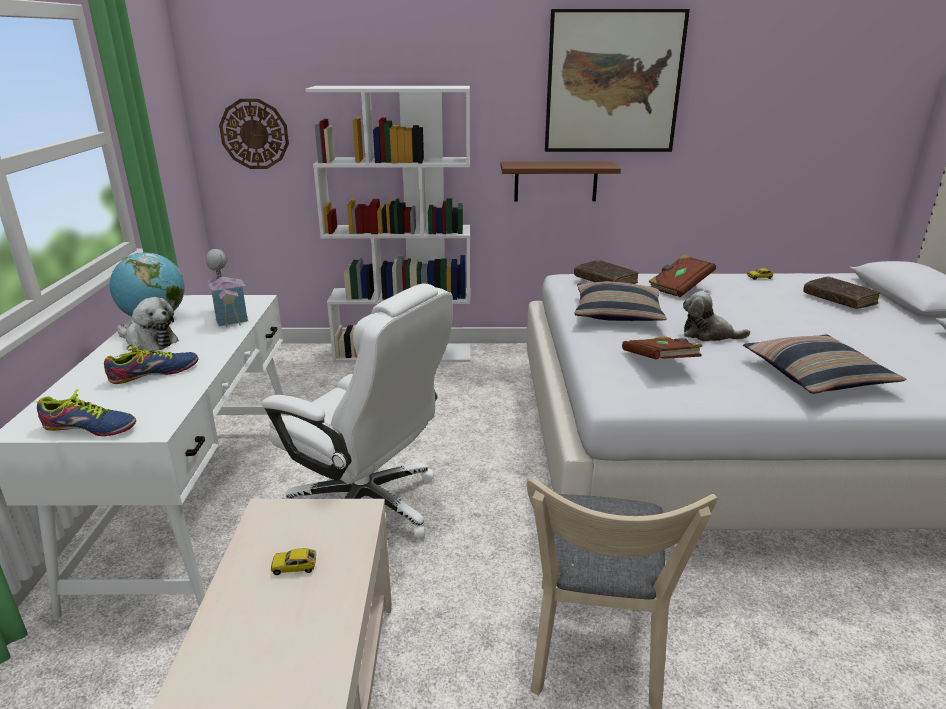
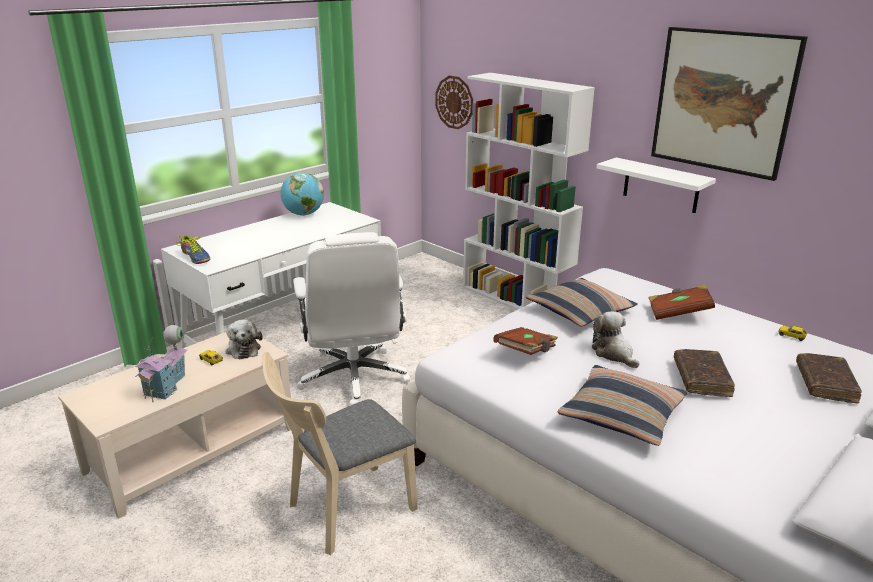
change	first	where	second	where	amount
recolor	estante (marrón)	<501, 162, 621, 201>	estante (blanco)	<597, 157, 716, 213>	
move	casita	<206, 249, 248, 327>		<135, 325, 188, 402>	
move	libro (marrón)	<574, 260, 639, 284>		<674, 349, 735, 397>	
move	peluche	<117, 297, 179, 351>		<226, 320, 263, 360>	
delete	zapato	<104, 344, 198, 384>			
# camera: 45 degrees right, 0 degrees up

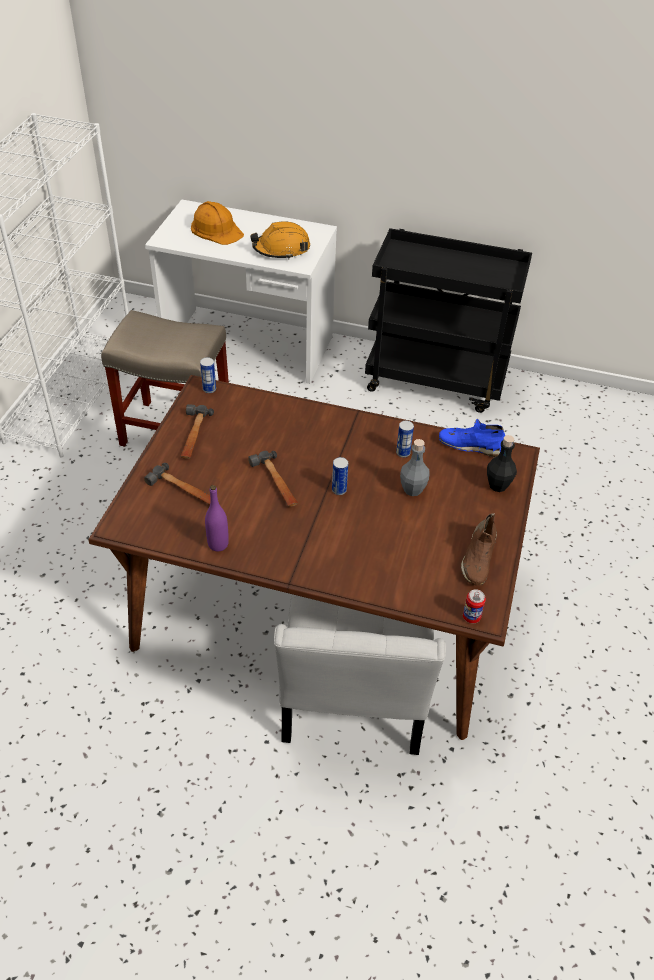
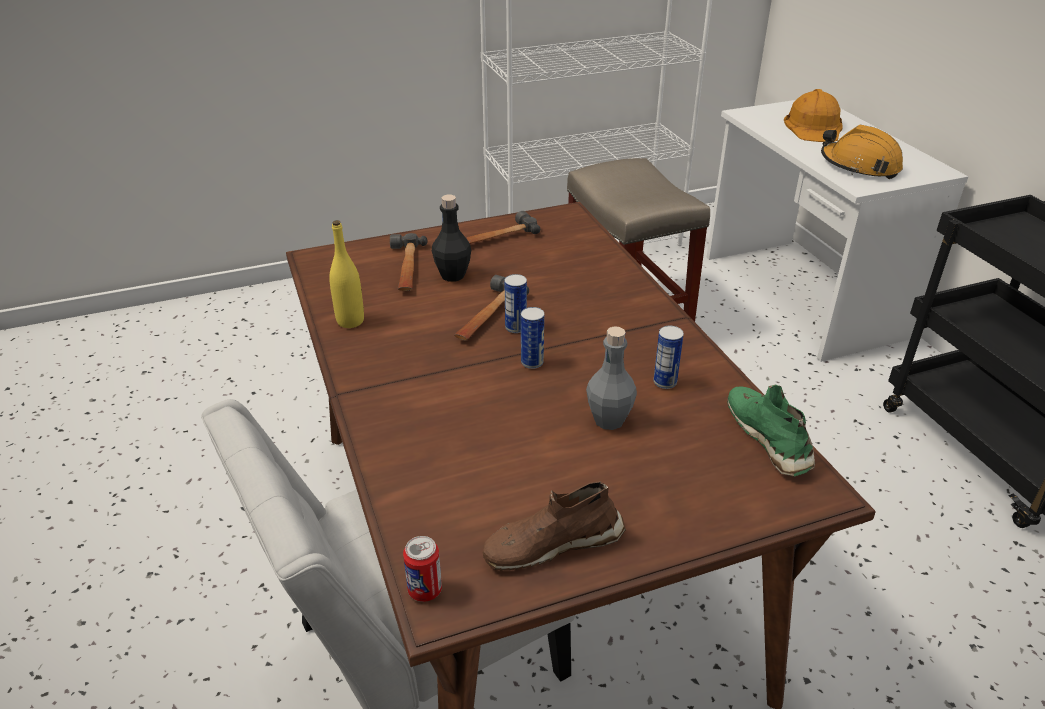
change	first	where	second	where	amount
move	lata	<200, 357, 216, 393>		<504, 274, 527, 333>	
recolor	zapato (azul)	<439, 419, 505, 458>	zapato (verde)	<727, 384, 815, 477>	
move	botella (negro)	<487, 435, 517, 492>		<432, 195, 471, 282>	
recolor	botella (morado)	<205, 485, 229, 551>	botella (amarillo)	<329, 220, 364, 328>	
# camera: 55 degrees right, 10 degrees down

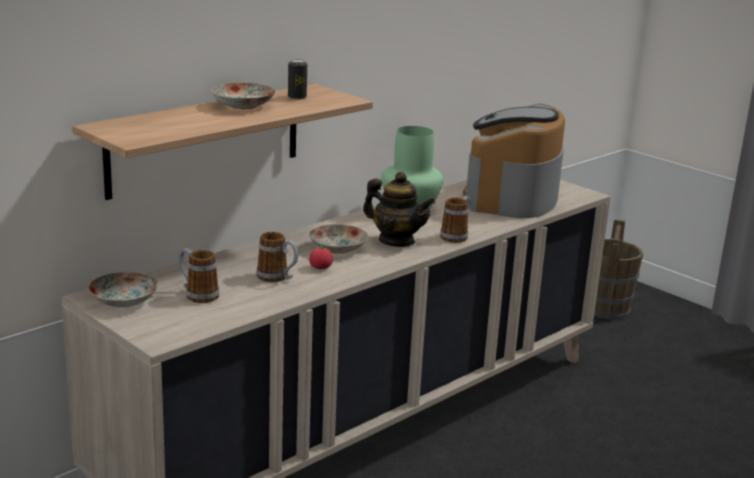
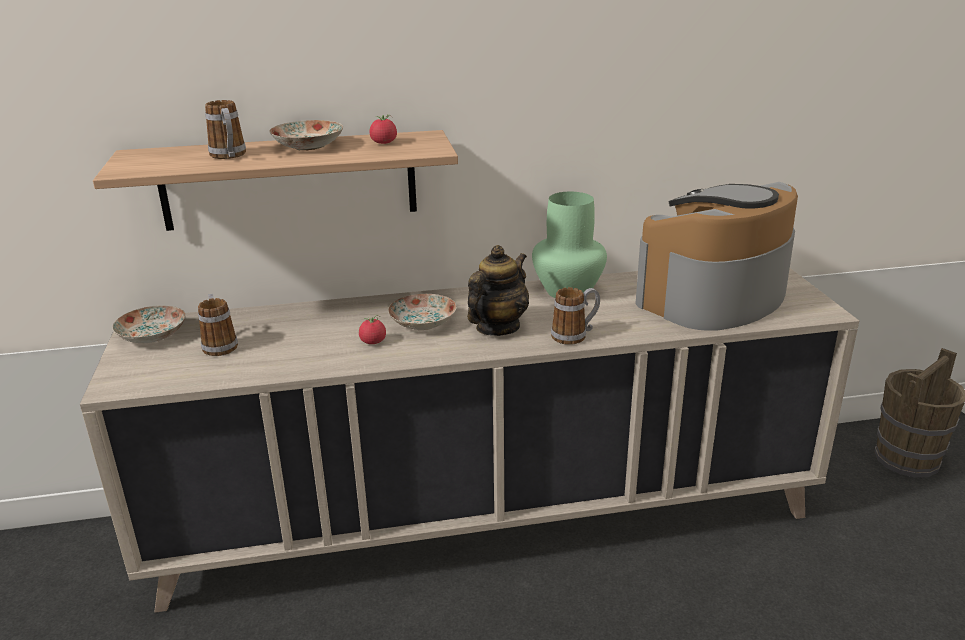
change	first	where	second	where	amount
replace	lata	<288, 59, 307, 100>	tomate	<369, 115, 397, 144>	
rotate	tetera	<363, 172, 435, 247>		<467, 245, 529, 336>	120 degrees counterclockwise
move	taza grande	<257, 232, 298, 282>		<205, 100, 246, 159>	
# camera: 35 degrees right, 5 degrees up

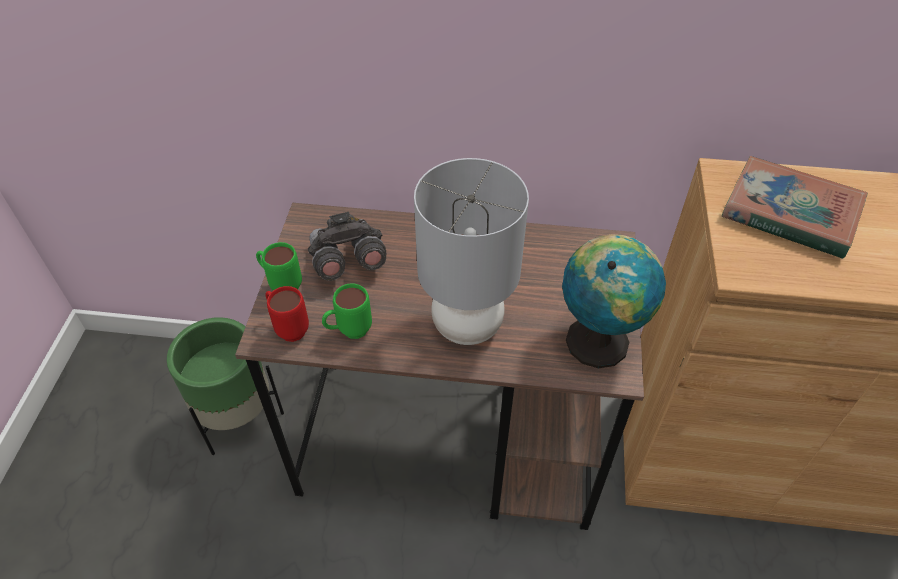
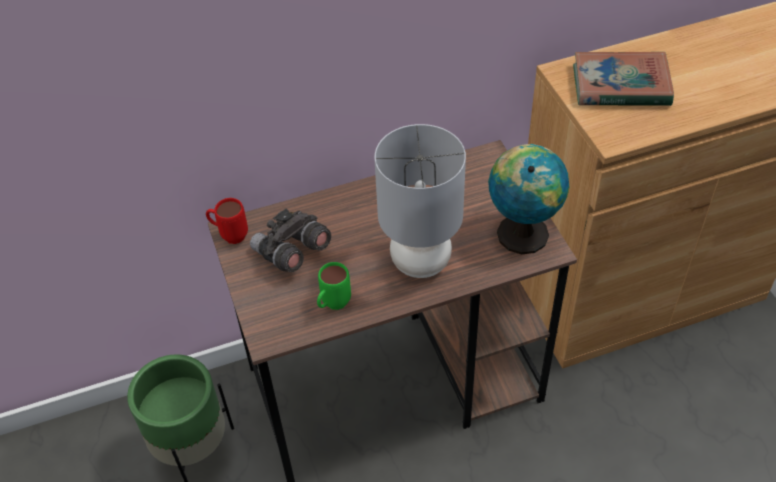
change	first	where	second	where	amount
delete	taza grande (verde)	<256, 242, 302, 290>			
move	taza grande (rojo)	<265, 286, 309, 342>		<206, 198, 248, 244>	
# camera: 25 degrees left, 0 degrees up

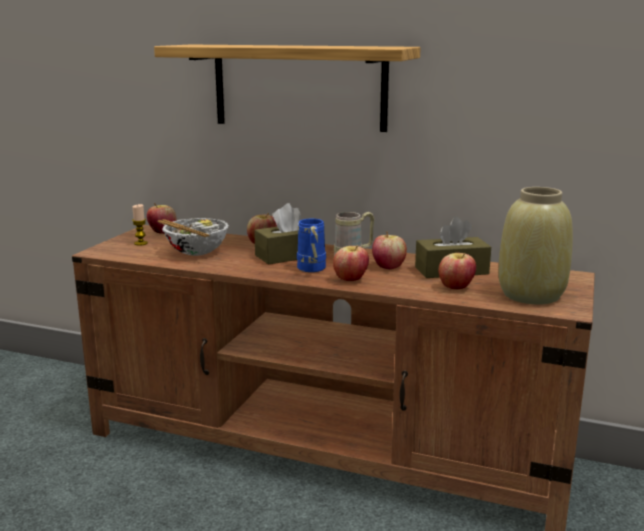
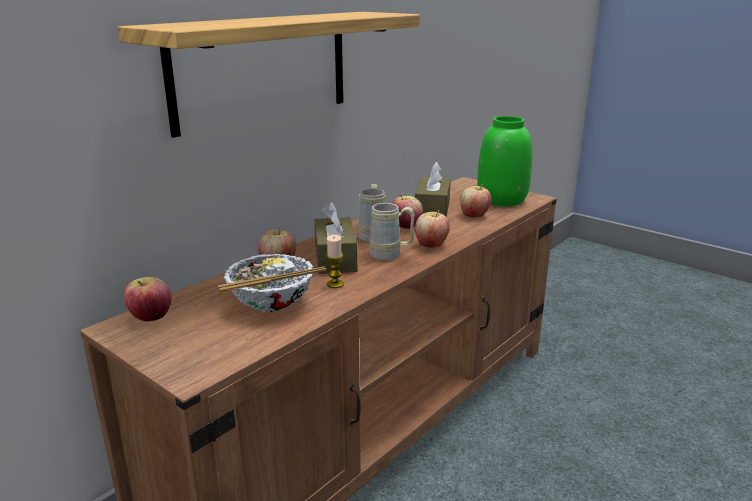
change	first	where	second	where	amount
recolor	florero (beis)	<498, 187, 573, 305>	florero (verde)	<477, 116, 532, 206>	
move	vela	<132, 204, 148, 246>		<326, 235, 344, 288>	
recolor	taza grande (azul)	<297, 219, 326, 272>	taza grande (beis)	<369, 203, 415, 261>	
# camera: 70 degrees left, 5 degrees up

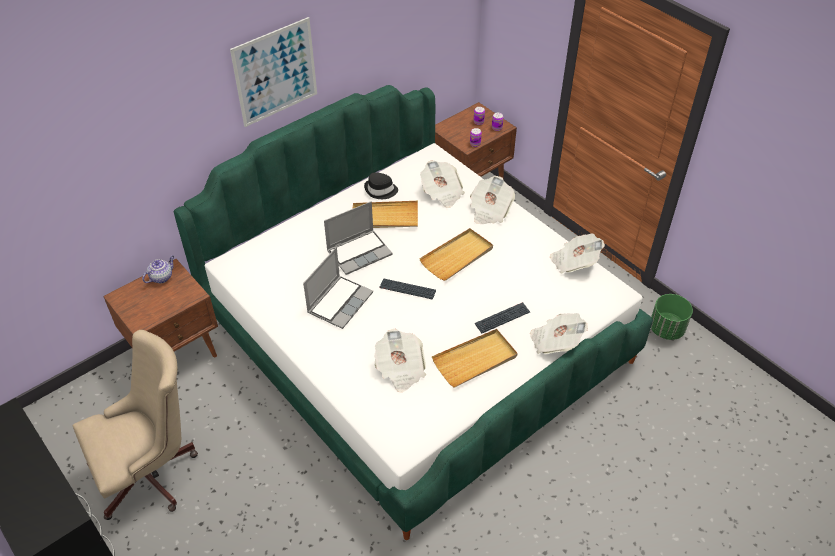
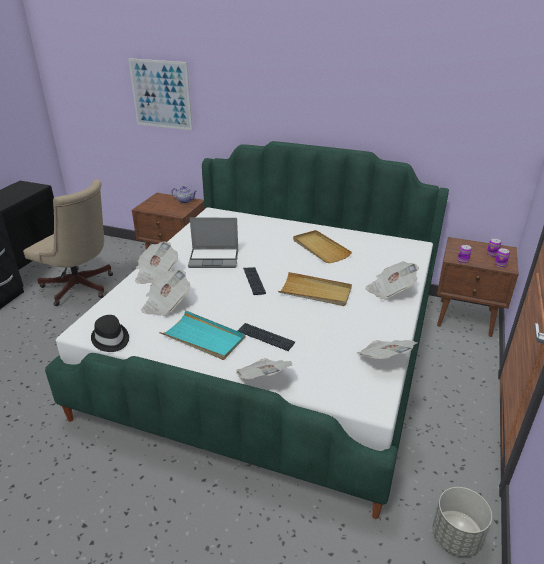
change	first	where	second	where	amount
move	cuadro	<230, 17, 317, 127>		<128, 58, 193, 130>	
move	periódico	<420, 160, 465, 208>		<135, 241, 178, 284>	
move	sombrero (negro)	<364, 172, 398, 199>		<91, 315, 129, 352>	
delete	portátil	<324, 201, 392, 275>			
recolor	maceta (verde)	<651, 294, 693, 340>	maceta (gris)	<432, 487, 492, 556>	
recolor	bandeja (beis)	<432, 329, 518, 388>	bandeja (turquesa)	<159, 310, 245, 360>	
# camera: 60 degrees right, 15 degrees down

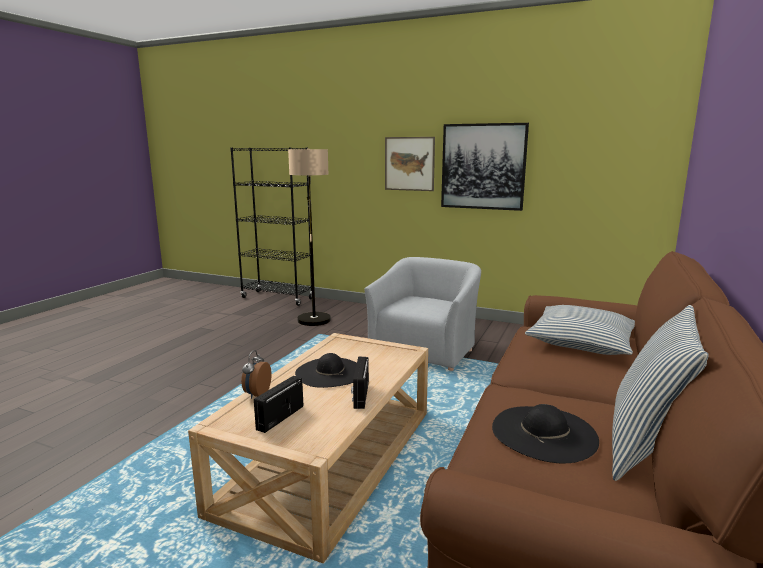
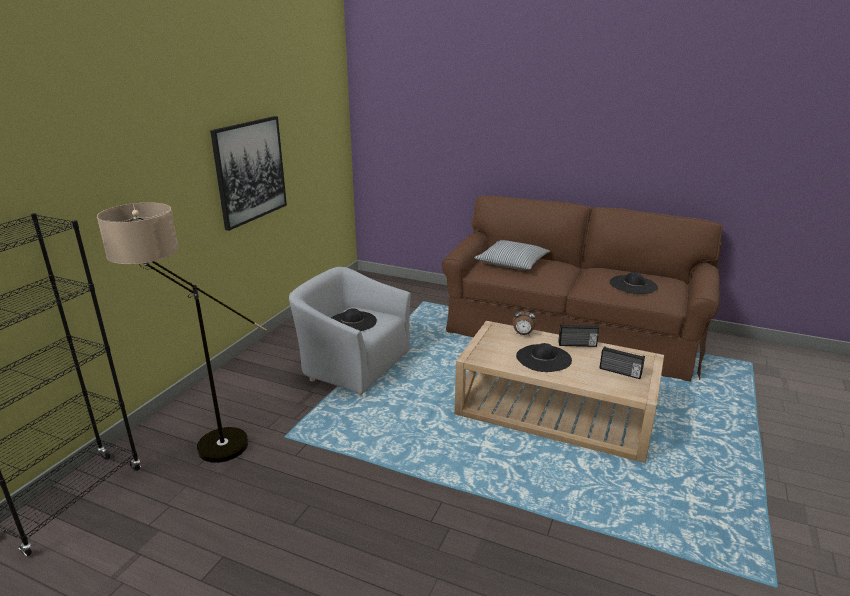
change	first	where	second	where	amount
delete	cuadro	<385, 137, 435, 191>			
delete	cojín	<612, 305, 708, 481>			
move	despertador	<241, 350, 272, 399>		<513, 307, 536, 335>	
insert			sombrero (negro)	<331, 308, 377, 331>	
# camera: 90 degrees left, 10 degrees up

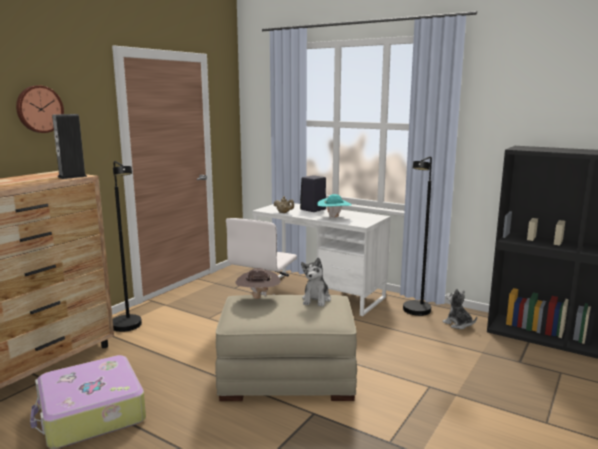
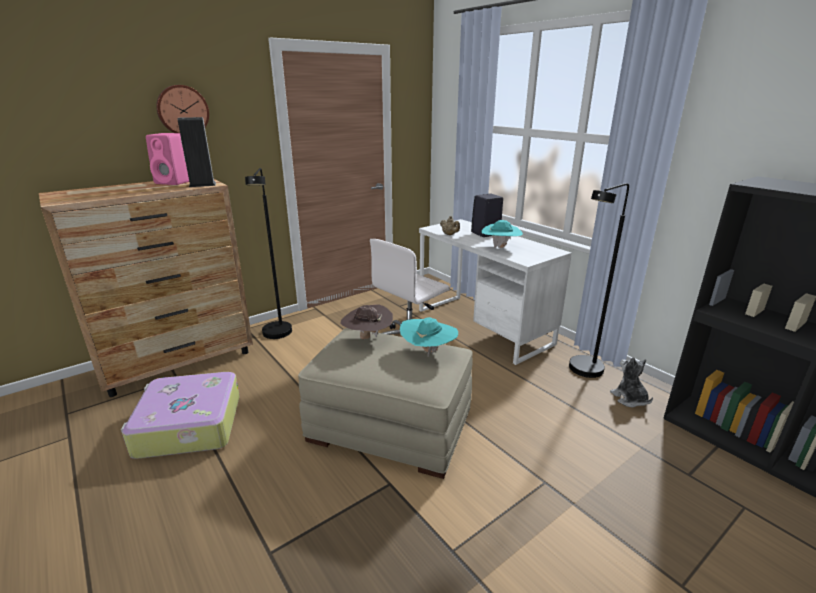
change	first	where	second	where	amount
replace	peluche	<301, 257, 331, 306>	sombrero (turquesa)	<400, 317, 458, 356>	
insert			altavoz (rosa)	<146, 133, 189, 185>	
# camera: 20 degrees right, 10 degrees up

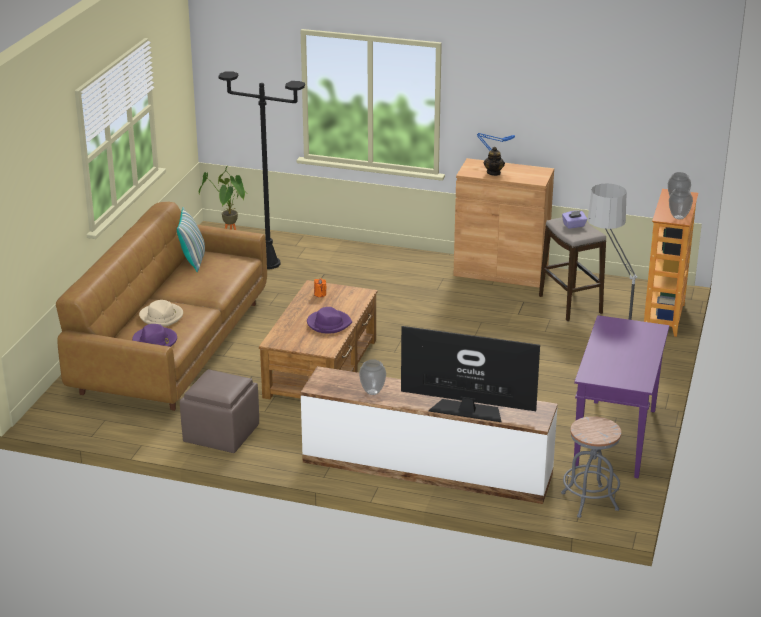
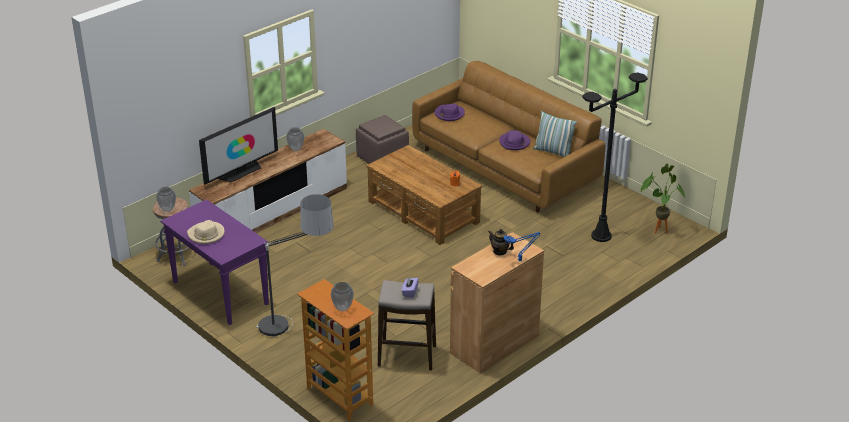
change	first	where	second	where	amount
move	florero	<669, 188, 693, 220>		<156, 187, 176, 212>	
move	sombrero (beis)	<139, 300, 183, 327>		<187, 220, 225, 244>	
move	sombrero (morado)	<307, 307, 352, 333>		<499, 130, 531, 150>	
# camera: 120 degrees right, 5 degrees up

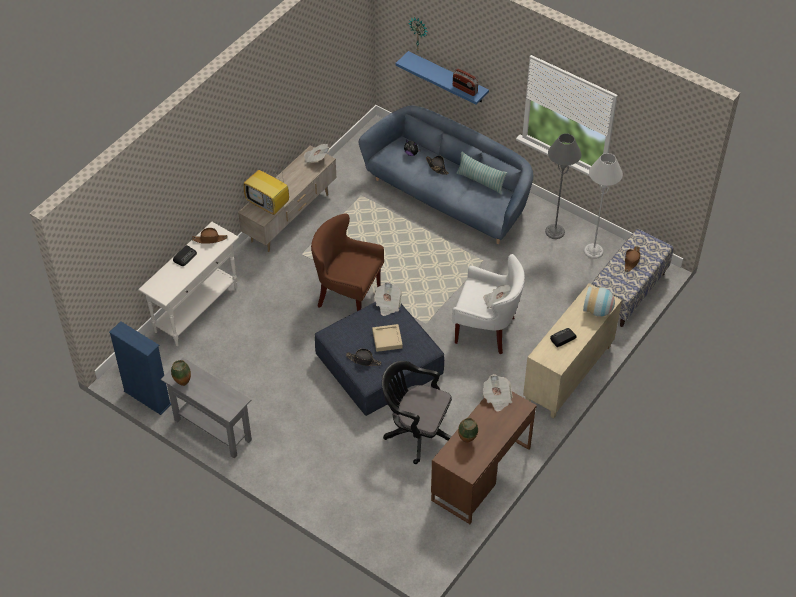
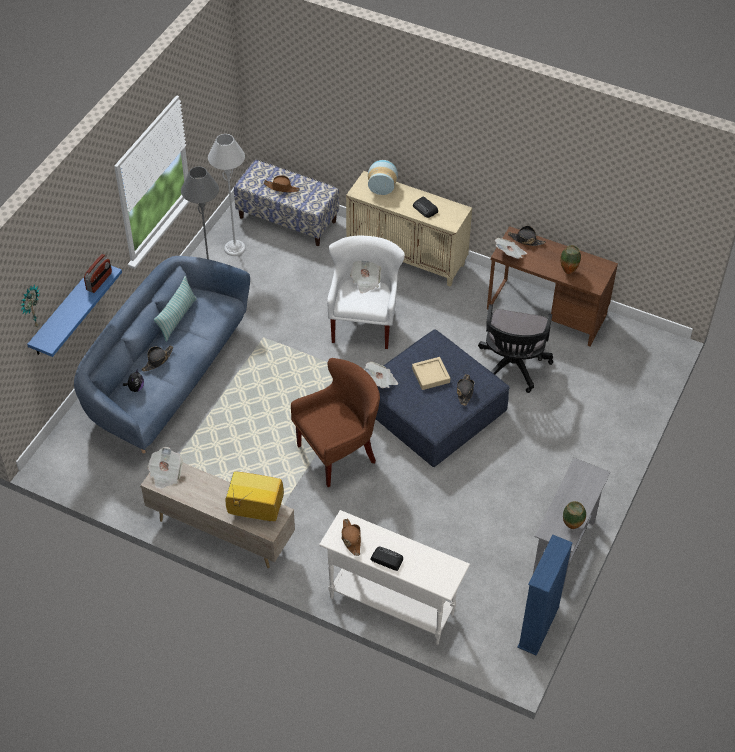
change	first	where	second	where	amount
rotate	televisor	<244, 166, 289, 215>		<225, 472, 284, 521>	105 degrees counterclockwise
rotate	sillón (marrón)	<311, 213, 384, 311>		<291, 358, 380, 487>	135 degrees counterclockwise
insert			sombrero (negro)	<508, 226, 546, 246>	
# camera: 100 degrees left, 0 degrees up

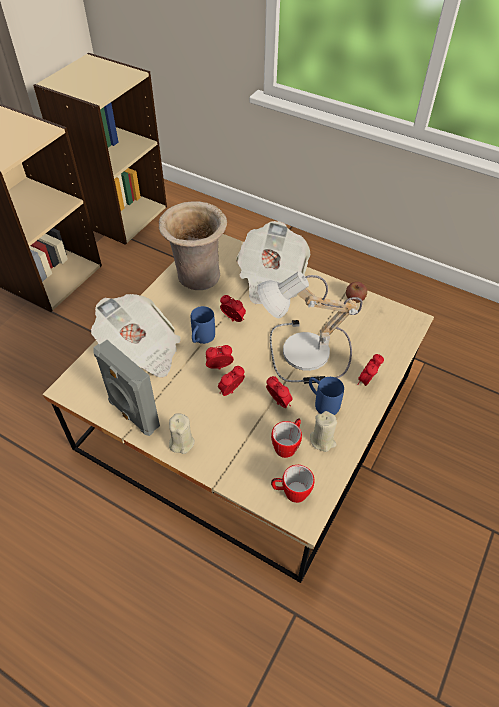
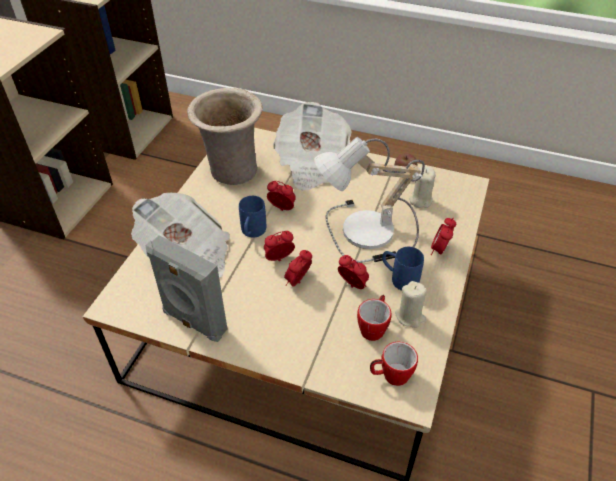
change	first	where	second	where	amount
move	vela (beis)	<169, 414, 195, 454>		<410, 166, 435, 208>	
# camera: 10 degrees left, 5 degrees down

